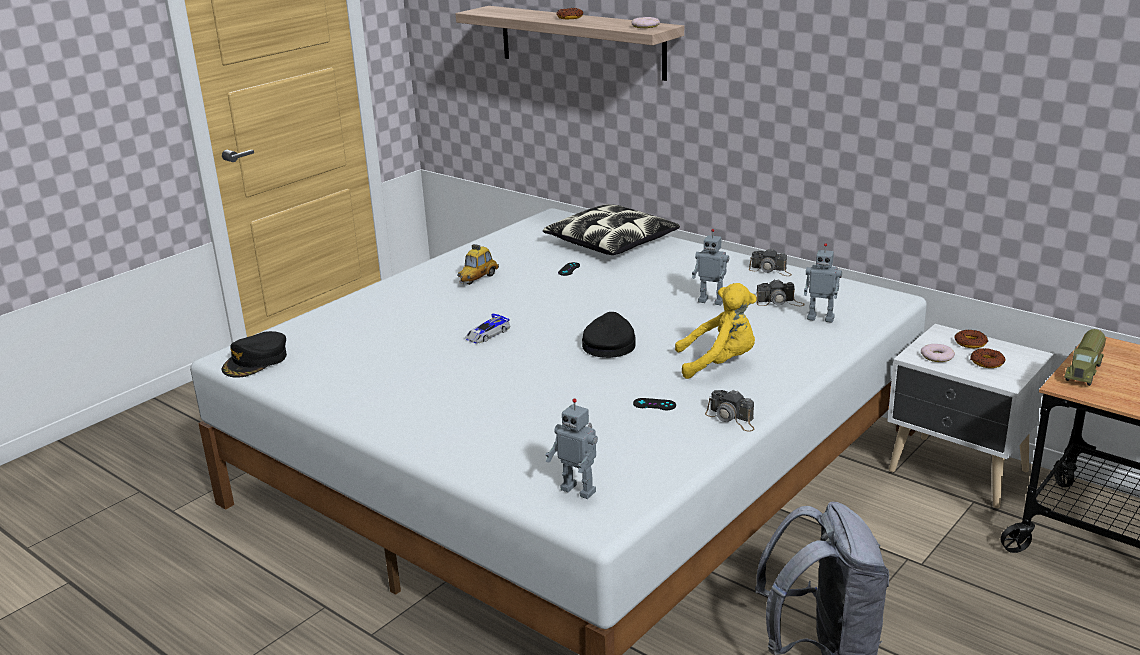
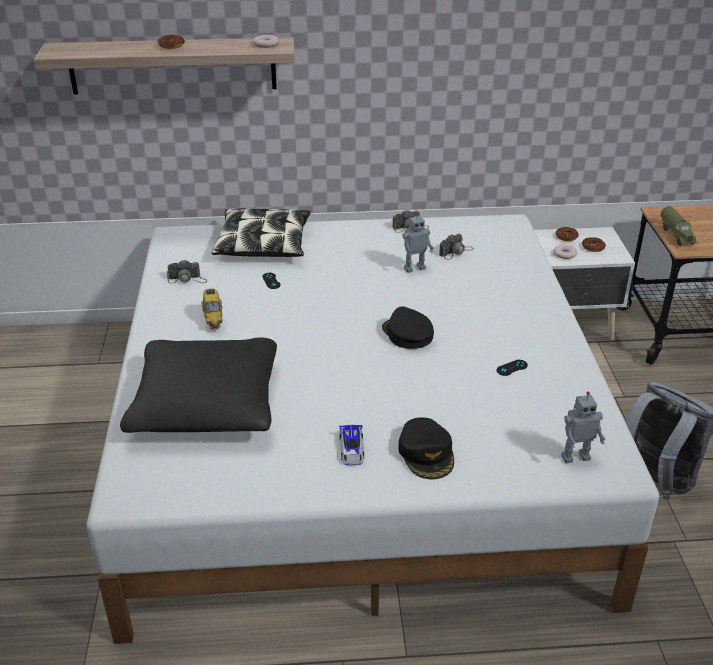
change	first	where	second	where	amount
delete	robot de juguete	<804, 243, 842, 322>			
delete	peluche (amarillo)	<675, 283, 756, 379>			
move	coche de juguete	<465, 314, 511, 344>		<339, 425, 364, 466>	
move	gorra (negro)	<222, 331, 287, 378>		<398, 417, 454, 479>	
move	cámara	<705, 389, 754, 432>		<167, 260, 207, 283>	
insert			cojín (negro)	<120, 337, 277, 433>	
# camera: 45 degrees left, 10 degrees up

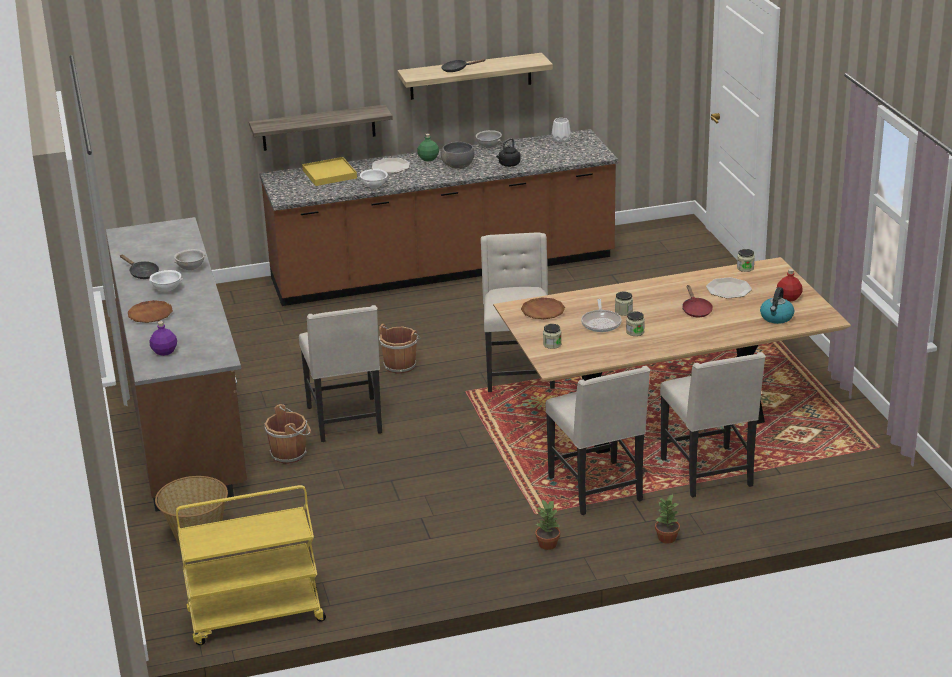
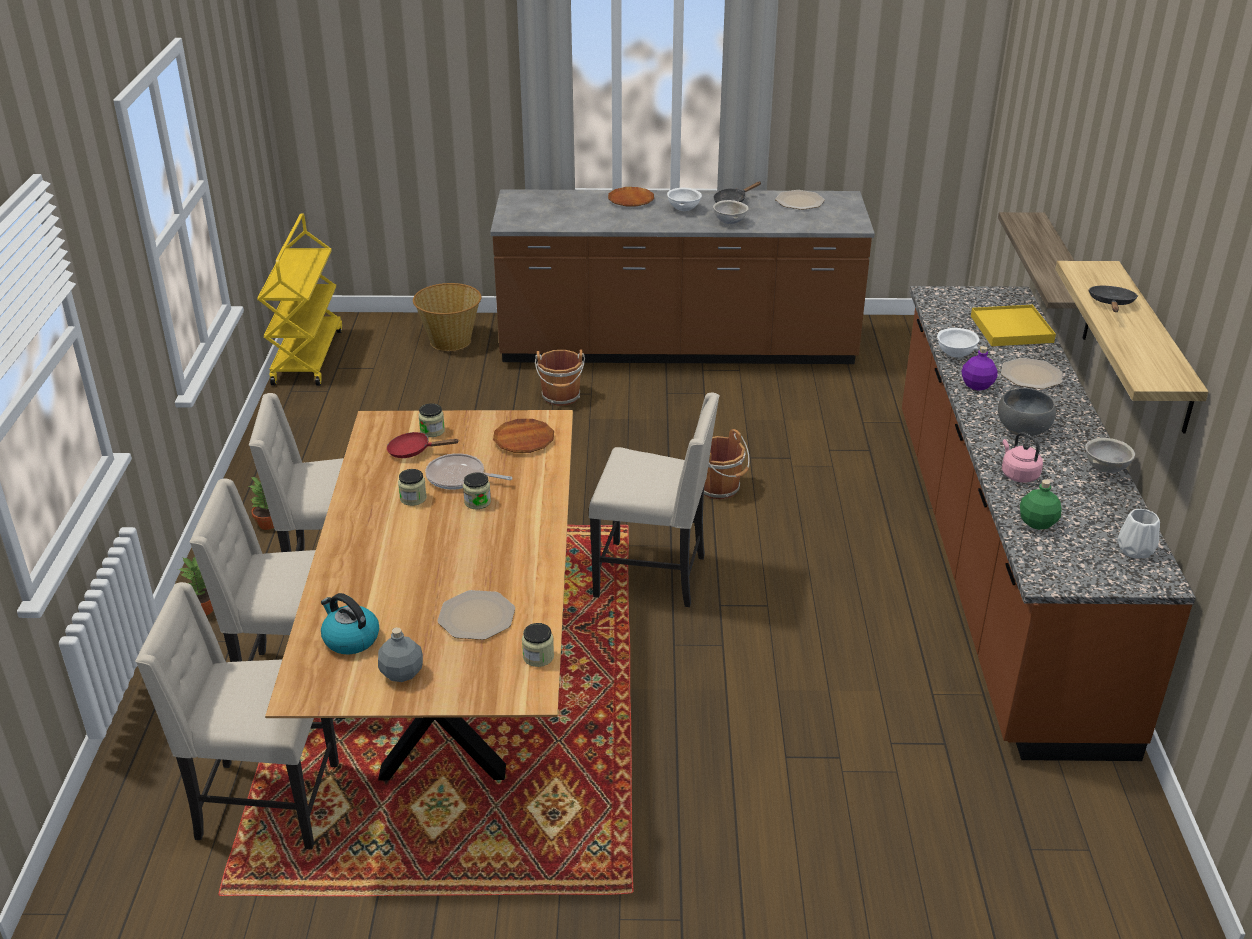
change	first	where	second	where	amount
move	botella (verde)	<417, 133, 439, 161>		<1020, 479, 1062, 530>	
recolor	hervidor (negro)	<496, 138, 520, 167>	hervidor (rosa)	<1002, 432, 1043, 483>	
recolor	botella (rojo)	<776, 269, 803, 302>	botella (gris)	<378, 627, 423, 682>	
move	sartén (rojo)	<682, 285, 713, 317>		<387, 432, 458, 458>	
move	silla (beis)	<299, 305, 382, 442>		<135, 582, 339, 850>	
move	botella (morado)	<150, 321, 177, 356>		<962, 346, 998, 391>	
insert			plato	<775, 190, 825, 210>	
# camera: 105 degrees right, 5 degrees up

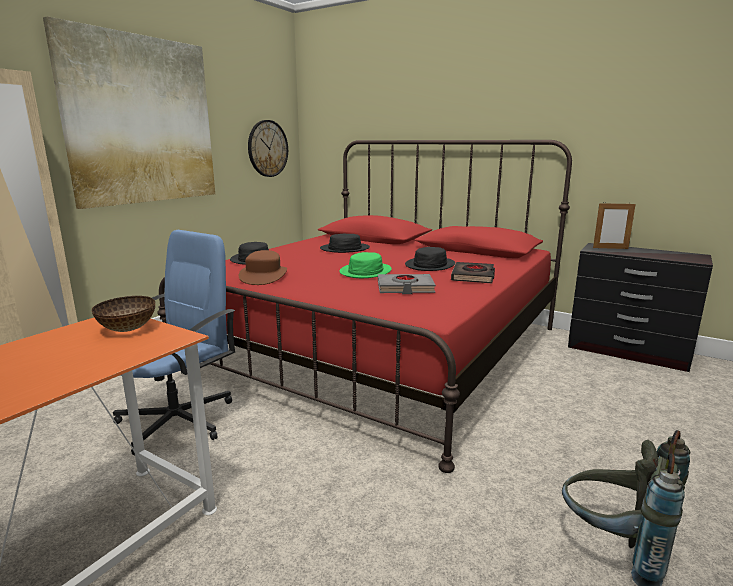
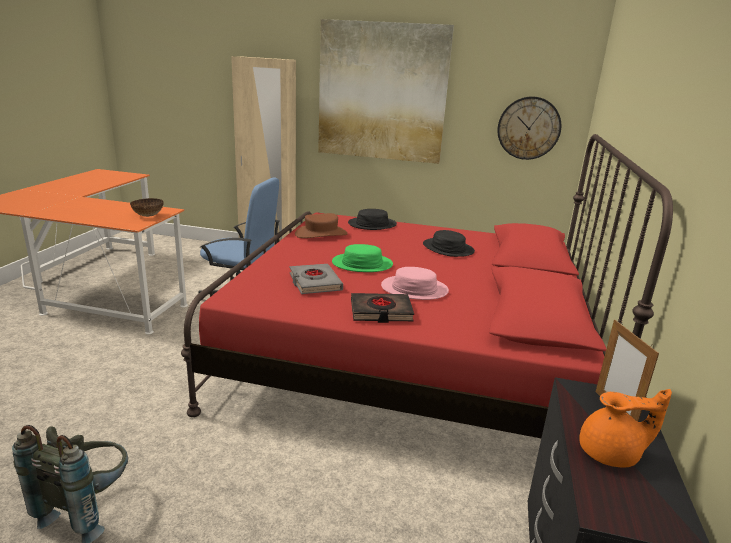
change	first	where	second	where	amount
recolor	sombrero (negro)	<405, 247, 455, 271>	sombrero (rosa)	<381, 267, 449, 300>	
insert			tetera (naranja)	<579, 389, 672, 468>	
# camera: 70 degrees right, 5 degrees up

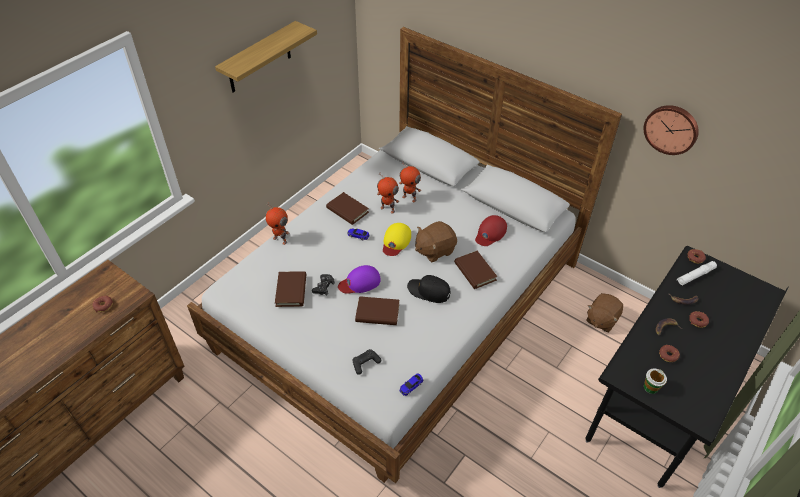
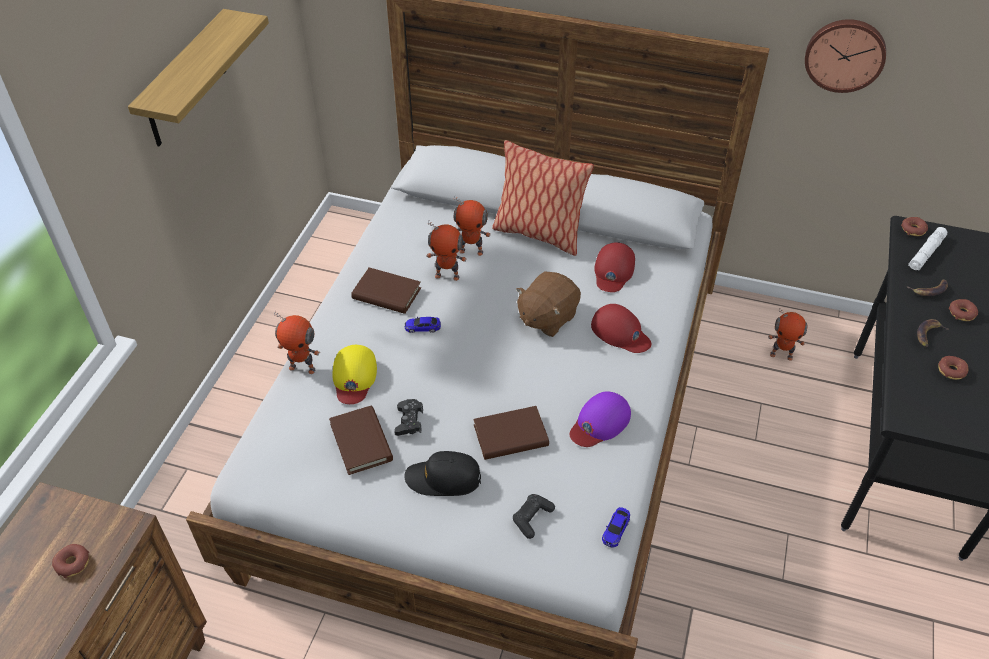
change	first	where	second	where	amount
move	gorra (amarillo)	<383, 223, 411, 256>		<333, 345, 377, 404>	
replace	libro (marrón)	<454, 251, 498, 289>	gorra (rojo)	<591, 304, 651, 353>	
move	gorra (morado)	<338, 265, 381, 294>		<570, 392, 631, 447>	
move	gorra (negro)	<407, 275, 451, 303>		<405, 451, 481, 496>	
replace	peluche (marrón)	<586, 293, 623, 332>	robot de juguete	<768, 308, 808, 361>	
delete	taza	<644, 369, 667, 394>			
insert			cojín	<492, 140, 594, 256>	
# camera: 20 degrees left, 0 degrees up

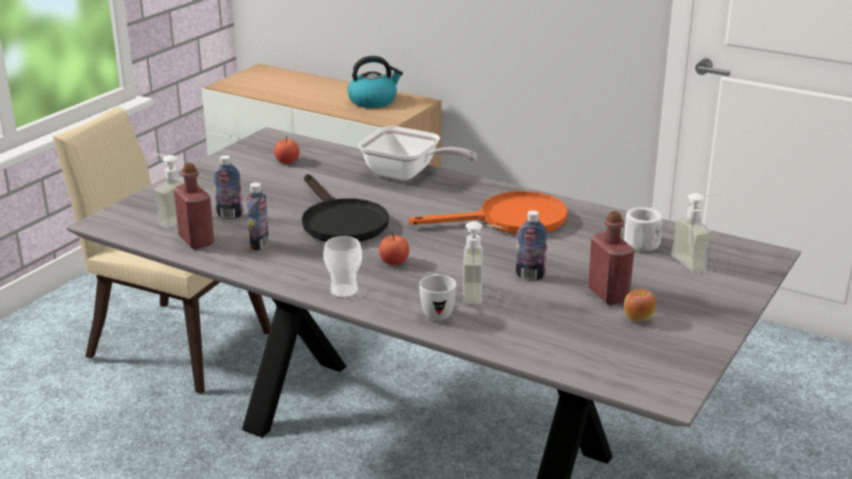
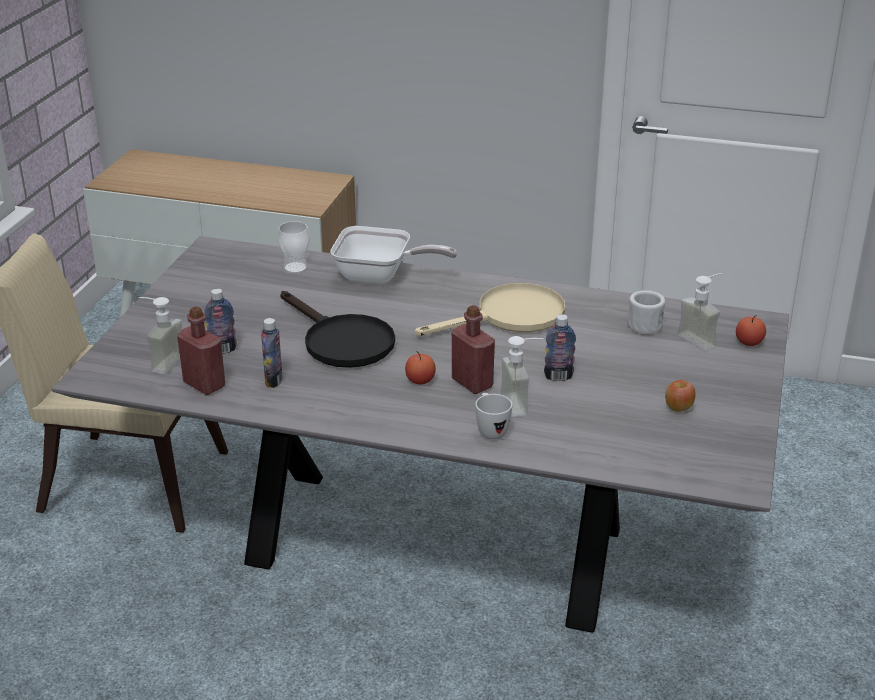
change	first	where	second	where	amount
delete	hervidor	<347, 56, 403, 108>			
move	manzana	<274, 136, 299, 164>		<736, 315, 766, 346>	
recolor	sartén (naranja)	<409, 191, 568, 234>	sartén (beis)	<415, 283, 565, 336>	
move	botella (rojo)	<588, 211, 635, 305>		<452, 305, 495, 394>	
move	taza	<323, 236, 362, 298>		<277, 221, 310, 274>	
# camera: 15 degrees left, 5 degrees up

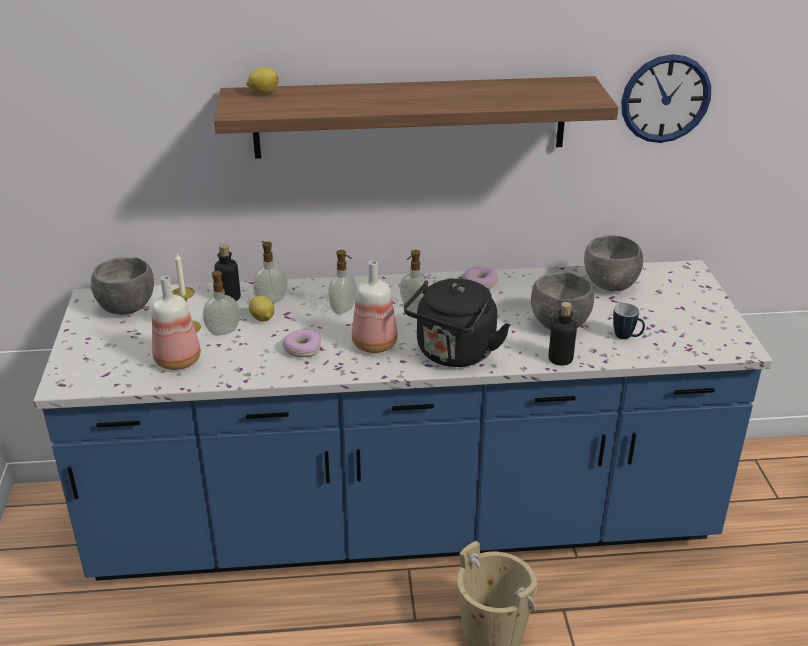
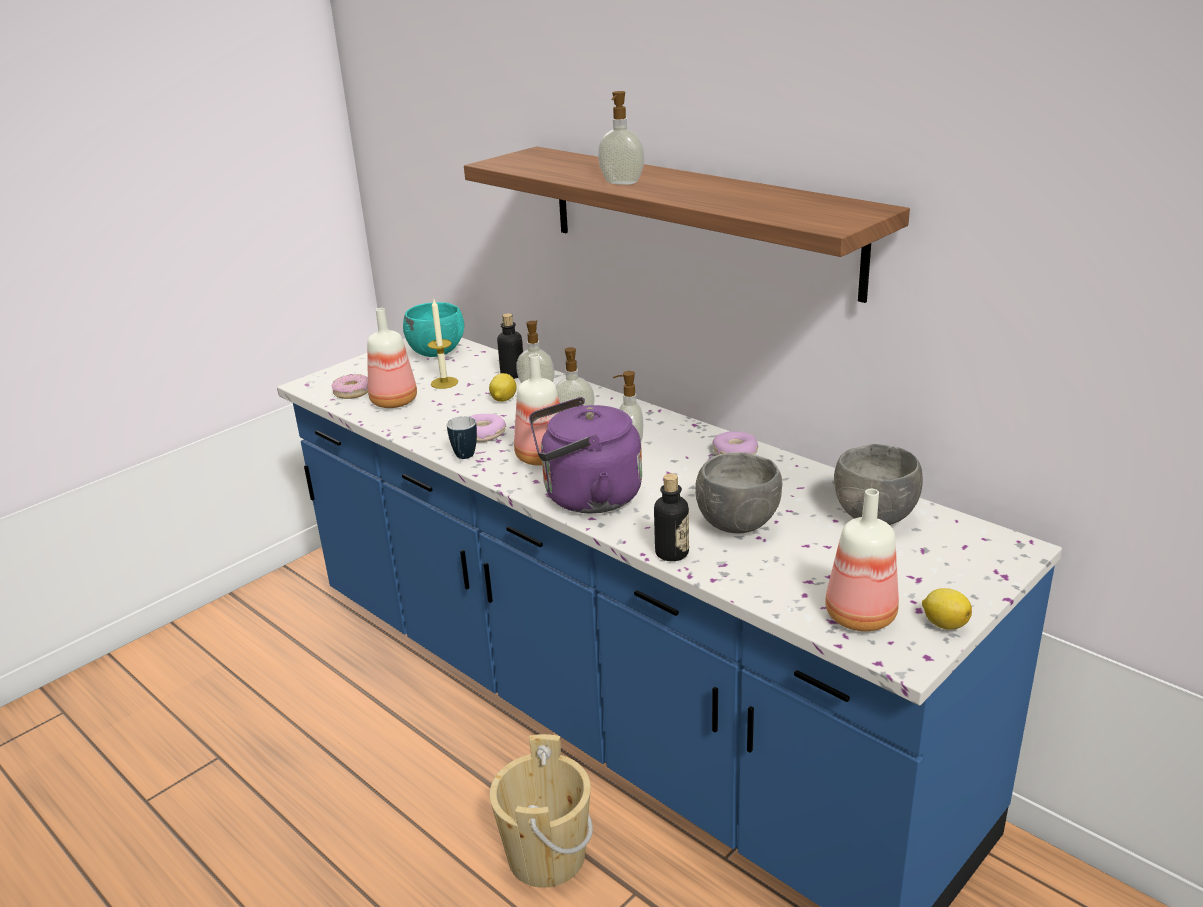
change	first	where	second	where	amount
delete	reloj de pared	<621, 54, 711, 143>			
move	limón	<246, 67, 279, 94>		<922, 588, 972, 630>	
recolor	cuenco (gris)	<91, 257, 154, 315>	cuenco (turquesa)	<403, 302, 464, 357>	
move	dispensador de jabón	<203, 271, 240, 336>		<598, 91, 645, 185>	
recolor	hervidor (negro)	<404, 279, 510, 367>	hervidor (morado)	<529, 397, 642, 514>	
move	taza grande	<613, 303, 645, 339>		<447, 416, 477, 459>	
insert			rosquilla	<332, 374, 368, 399>	
insert			botella	<825, 489, 899, 631>	
# camera: 50 degrees right, 5 degrees down

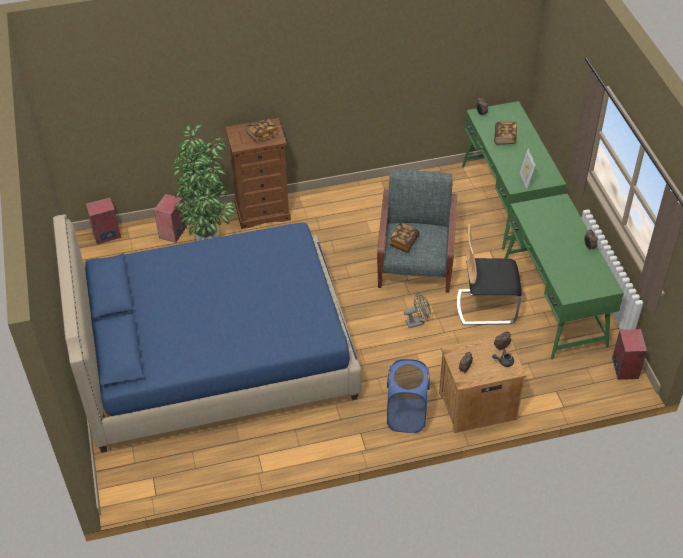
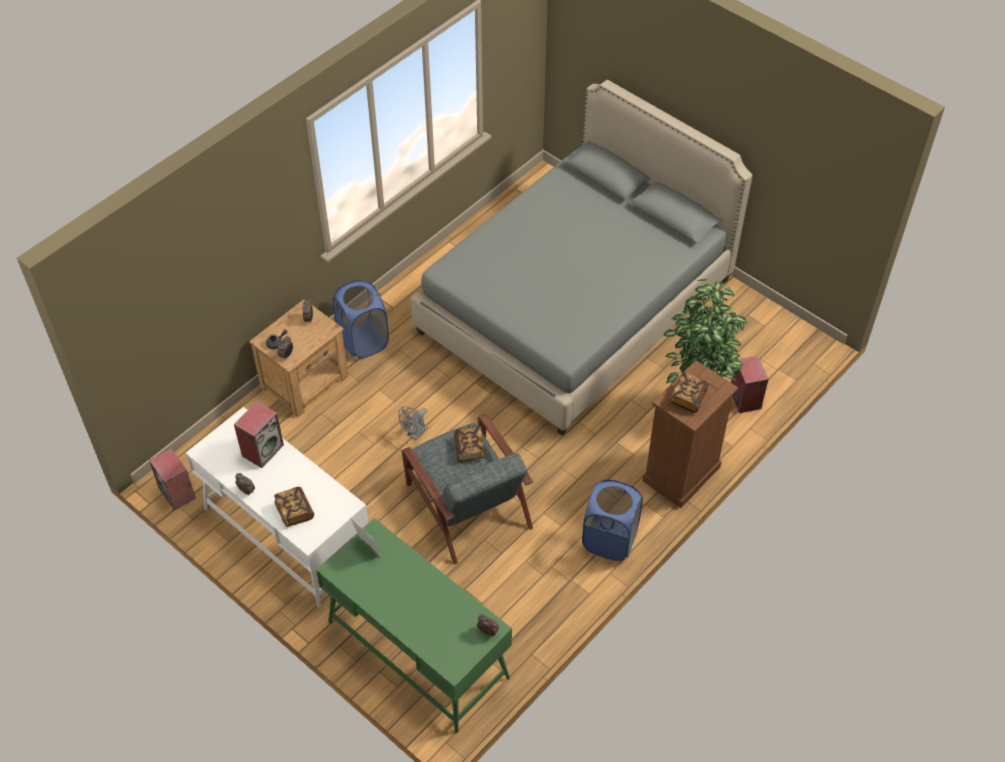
change	first	where	second	where	amount
move	libro	<494, 122, 517, 145>		<274, 487, 314, 527>	
recolor	escritorio (verde)	<504, 194, 624, 359>	escritorio (blanco)	<186, 407, 369, 607>	
move	altavoz	<86, 197, 121, 244>		<234, 401, 284, 468>	
recolor	cama (azul)	<53, 214, 361, 453>	cama (gris)	<411, 80, 753, 436>	
delete	silla	<457, 224, 522, 325>			
insert			cesto de la ropa (azul)	<582, 479, 643, 561>	
# camera: 145 degrees right, 5 degrees up

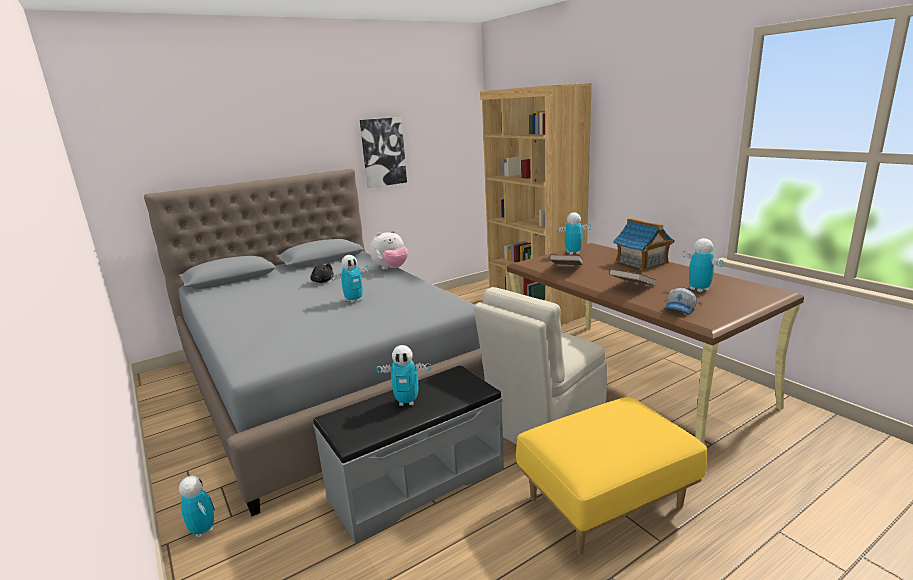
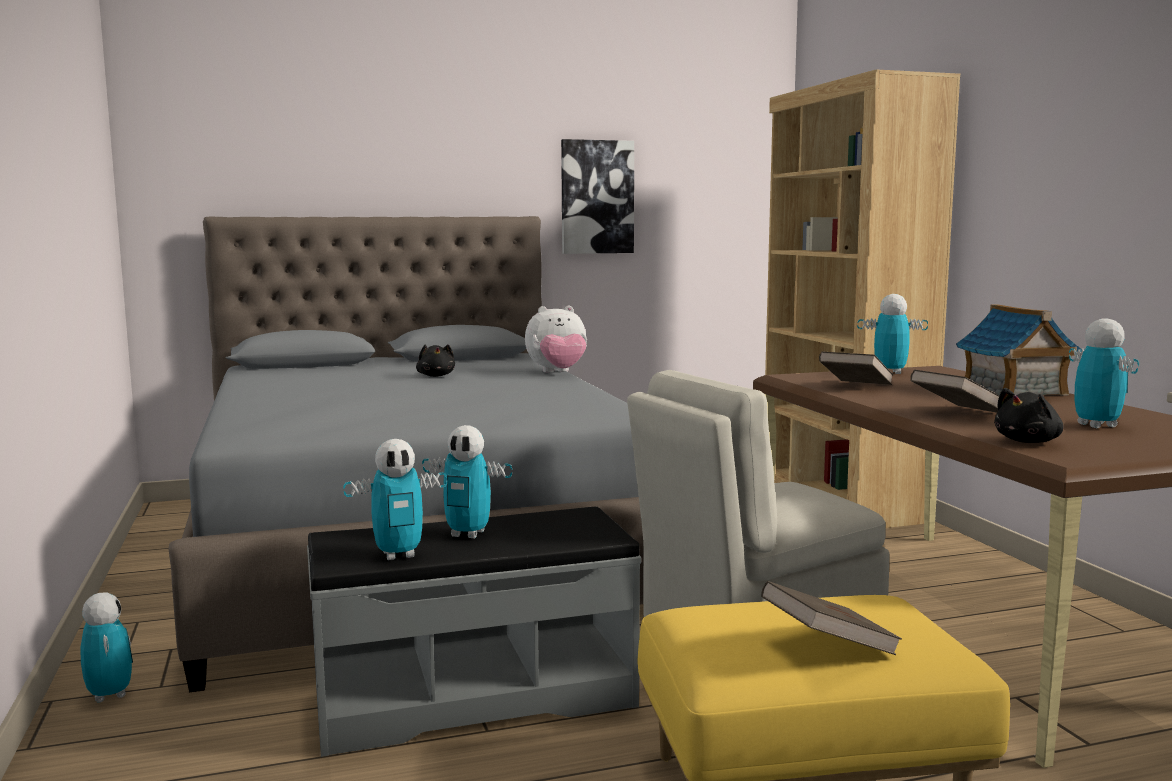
change	first	where	second	where	amount
move	robot de juguete	<331, 255, 370, 303>		<344, 439, 447, 560>	
replace	gorra	<664, 287, 697, 314>	peluche (negro)	<994, 388, 1064, 443>	
insert			libro (marrón)	<761, 581, 902, 655>	
# camera: 15 degrees right, 10 degrees down

